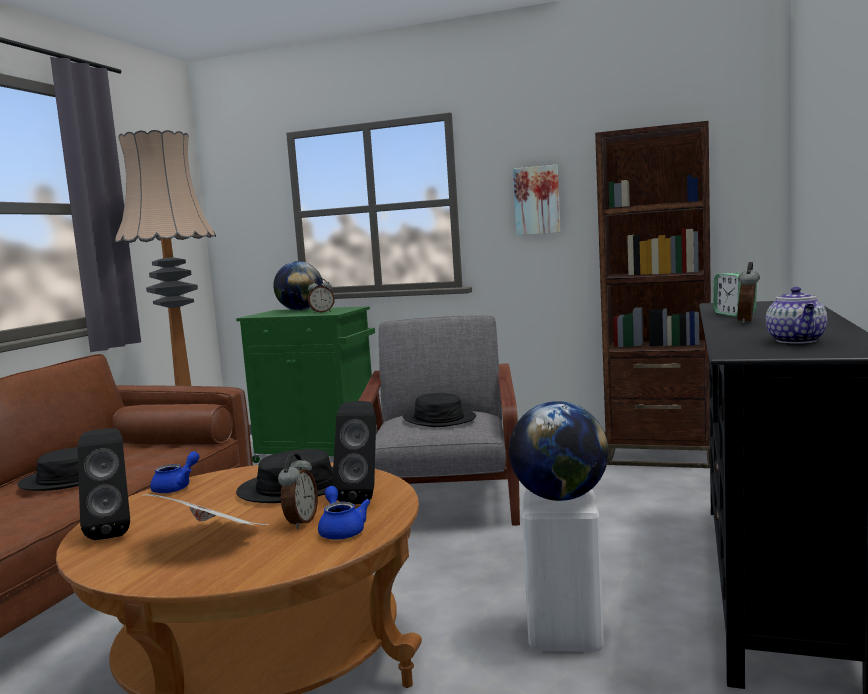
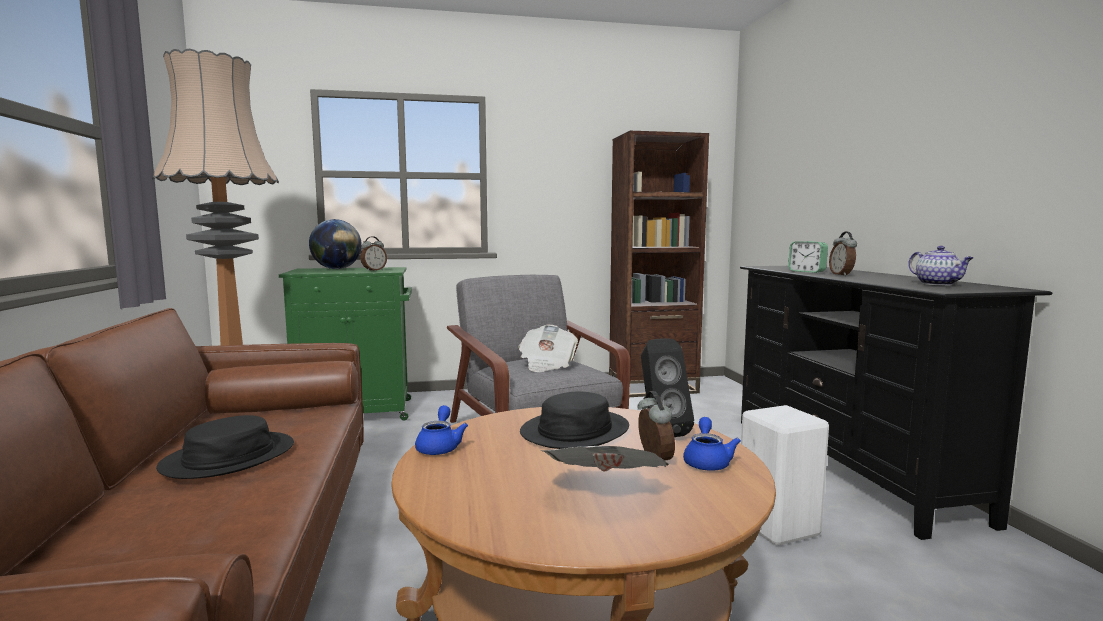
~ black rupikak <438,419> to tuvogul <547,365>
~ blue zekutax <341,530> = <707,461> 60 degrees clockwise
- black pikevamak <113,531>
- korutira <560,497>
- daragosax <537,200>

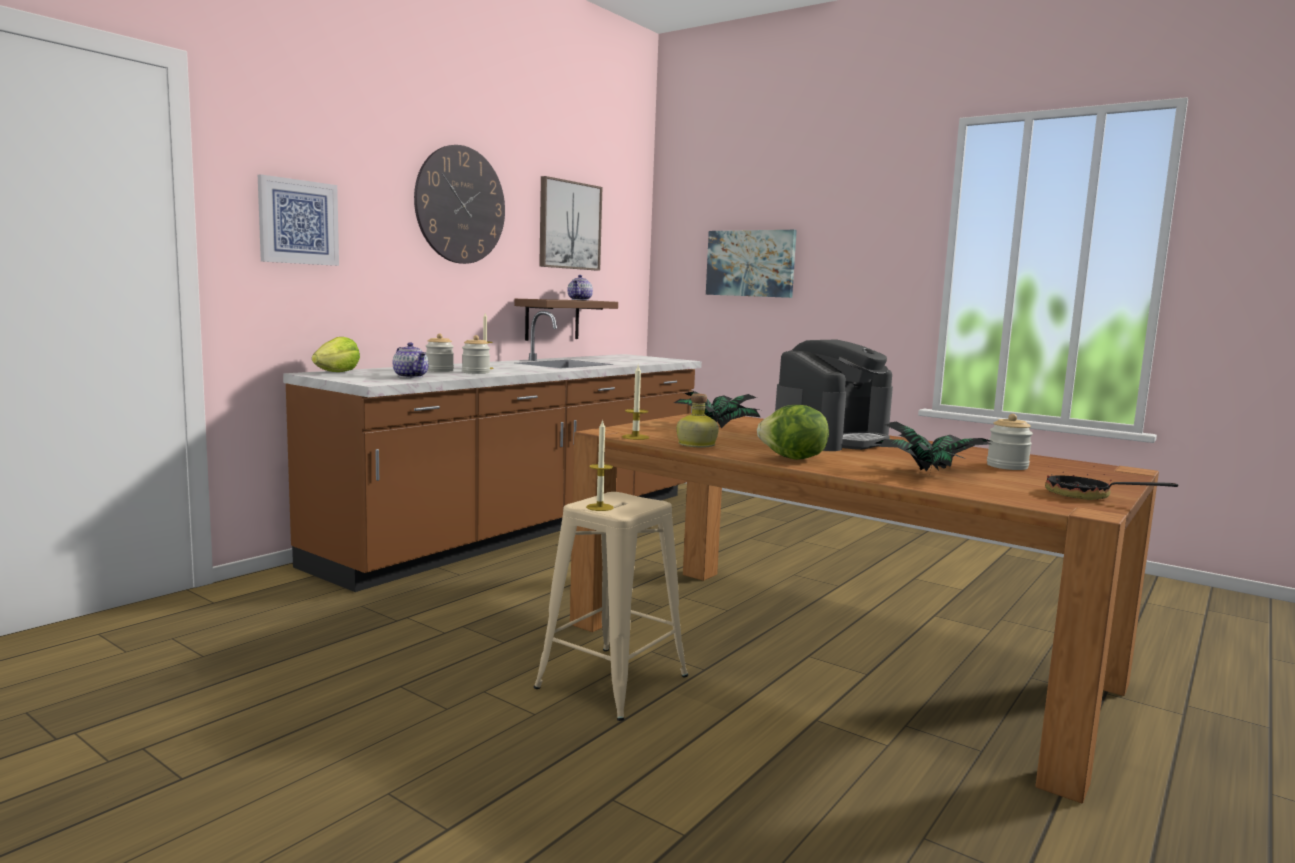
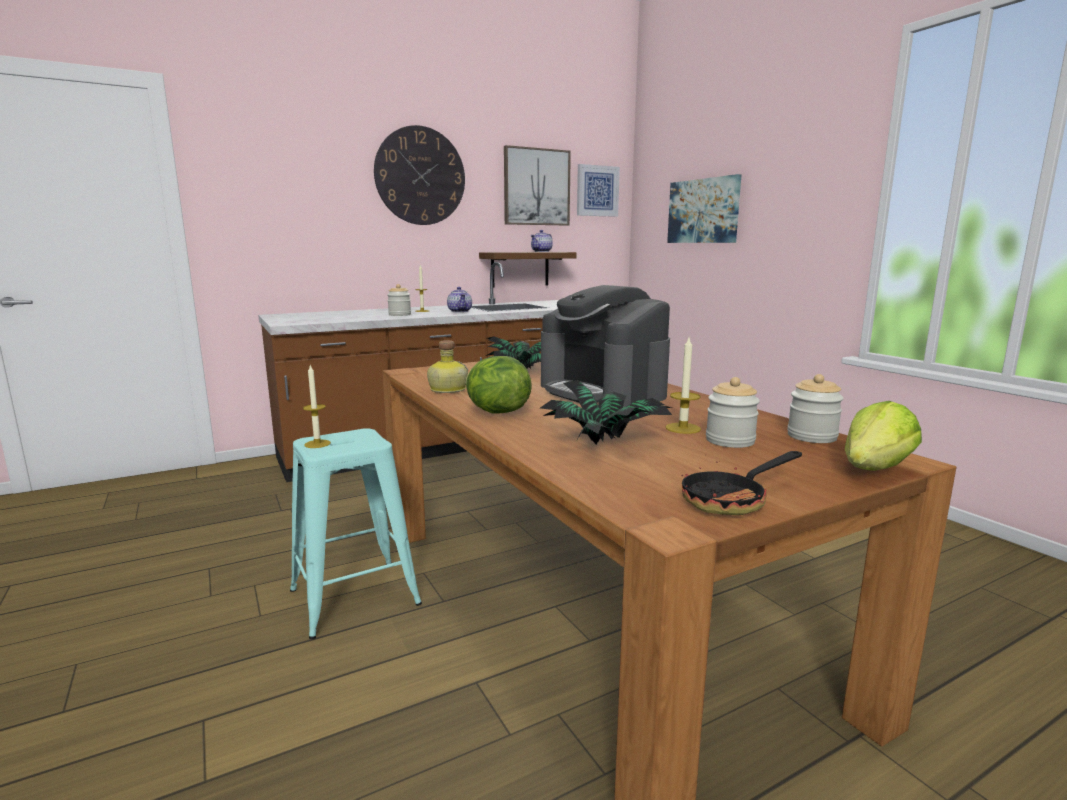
~ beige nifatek <612,682> to turquoise nifatek <354,597>
~ zekutax <411,376> to <460,311>
~ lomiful <831,440> = <603,391> 75 degrees clockwise
~ daragosax <298,222> to <597,191>
~ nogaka <635,437> to <683,428>
~ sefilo <1088,496> = <732,500> 90 degrees counterclockwise
~ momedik <439,370> to <812,436>
~ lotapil <337,372> to <874,469>

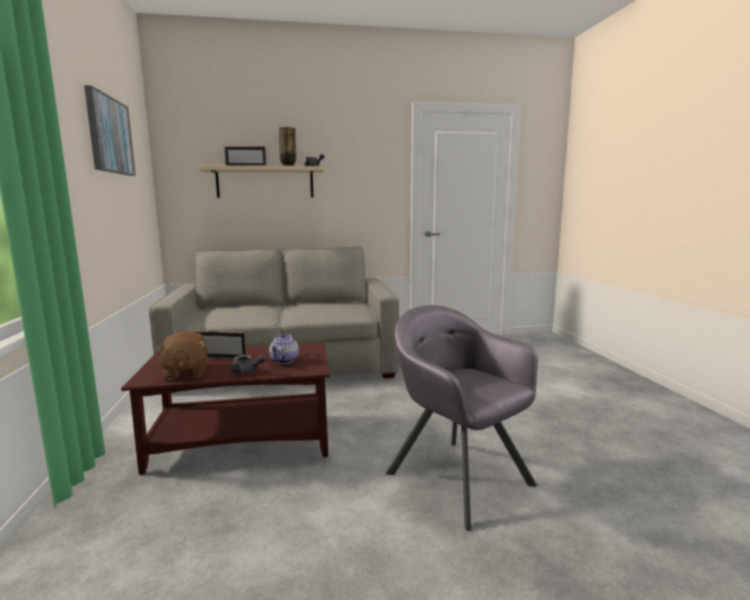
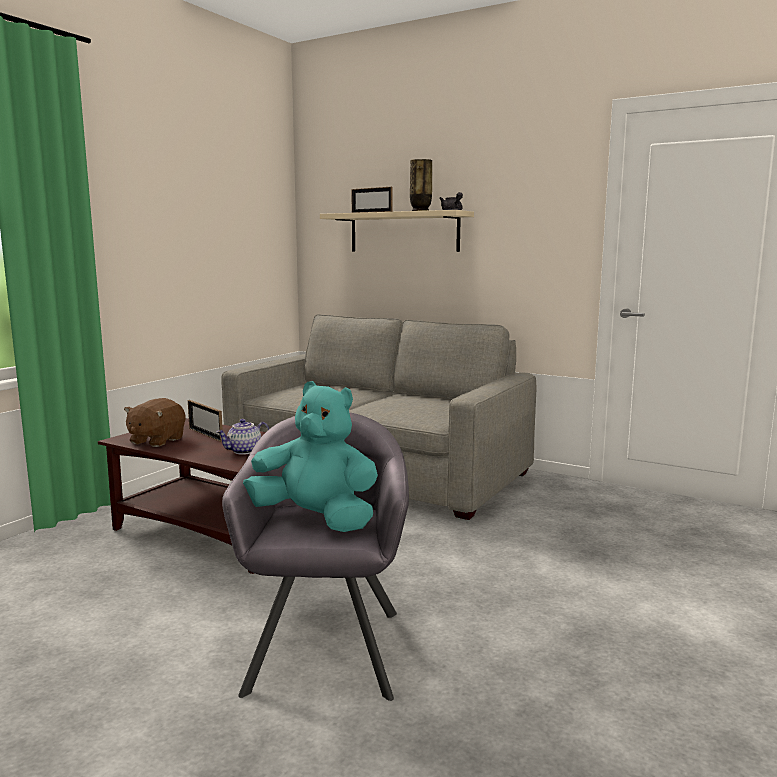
+ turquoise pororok <315,519>
- daragosax <109,135>
- grey zekutax <247,372>

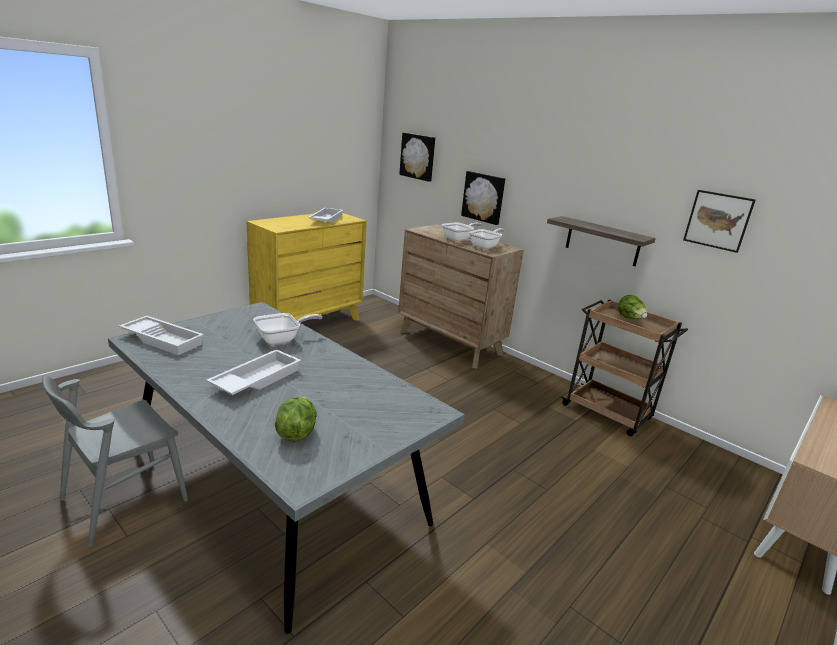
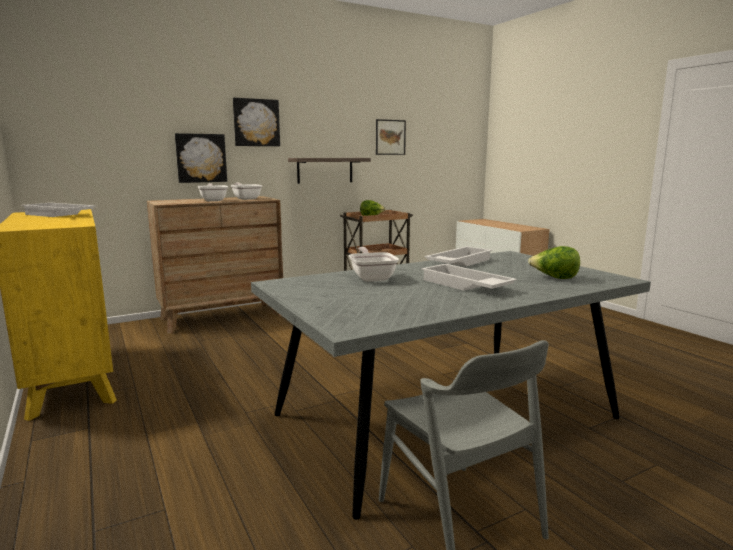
~ daragosax <418,156> to <256,122>
~ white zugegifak <164,339> to <458,262>

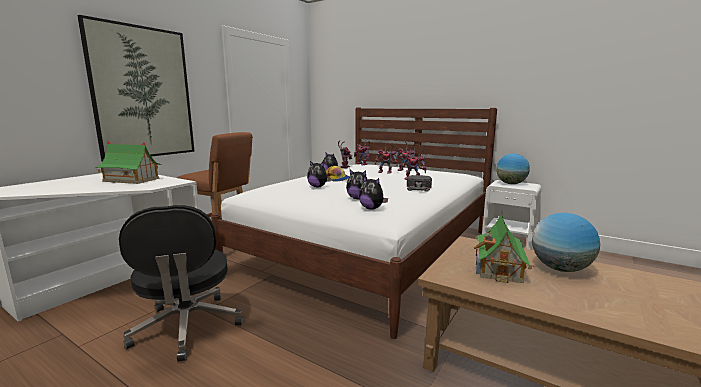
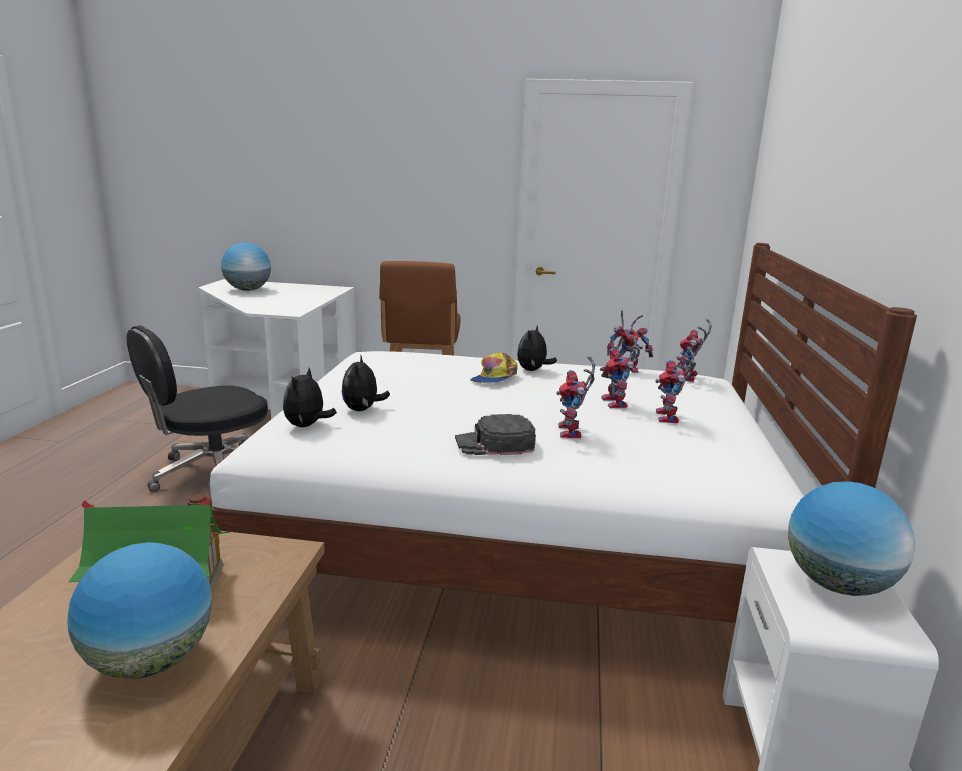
+ korutira <248,290>
- daragosax <143,93>
- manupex <131,180>
- pororok <318,187>

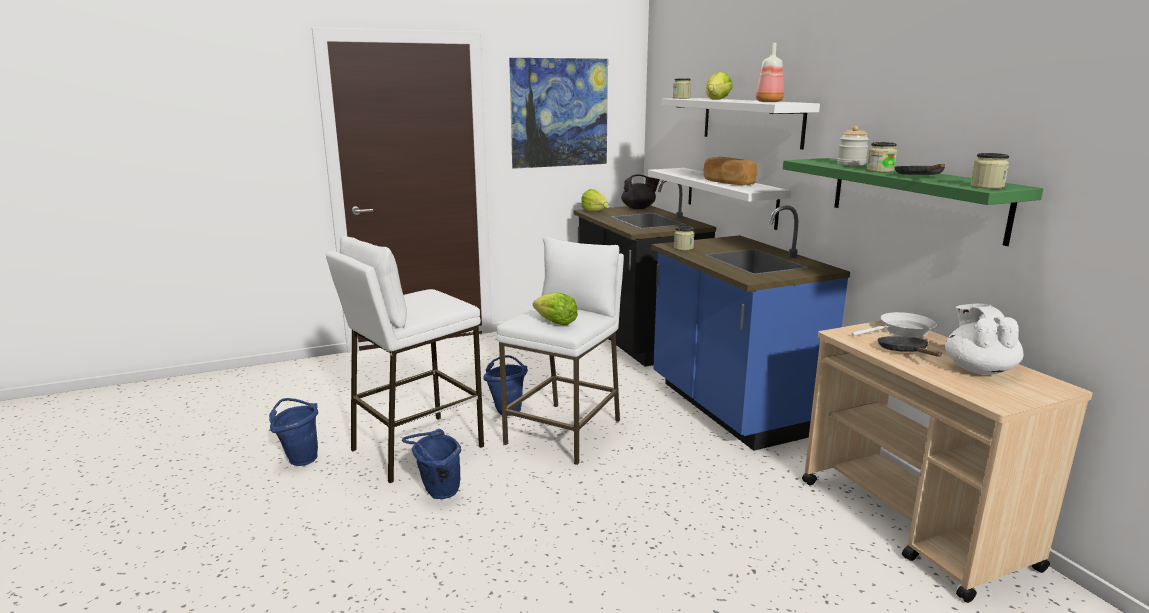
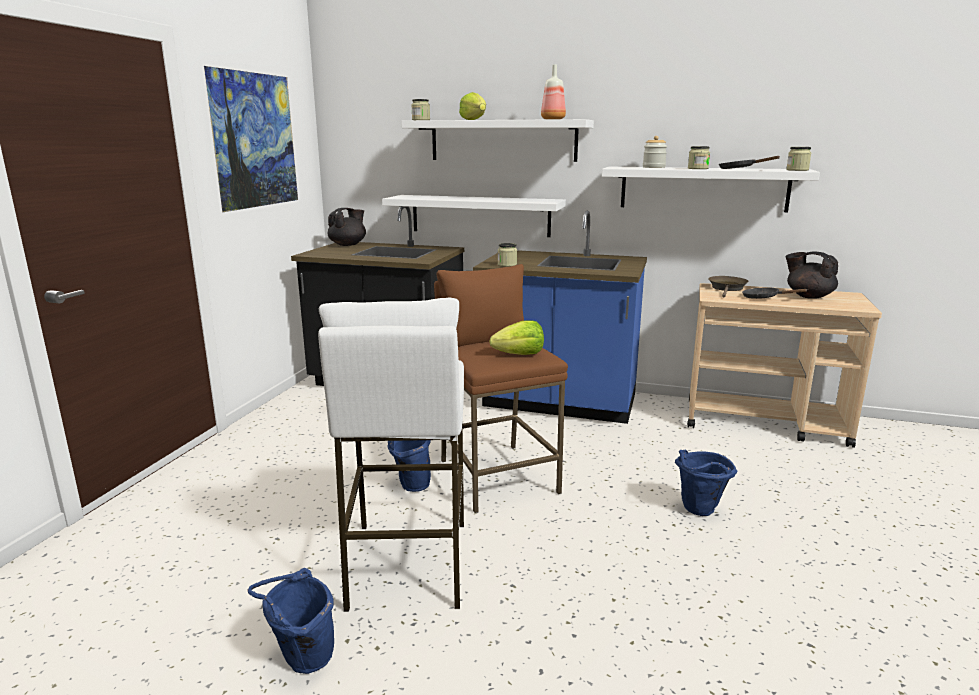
~ white nifatek <564,432> to brown nifatek <496,476>
~ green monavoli <914,197> to white monavoli <703,188>
~ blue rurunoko <437,493> to <698,512>
~ white sefilo <902,331> to brown sefilo <727,288>
~ white zekutax <978,369> to black zekutax <808,296>
- lotapil <594,211>
- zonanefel <728,183>

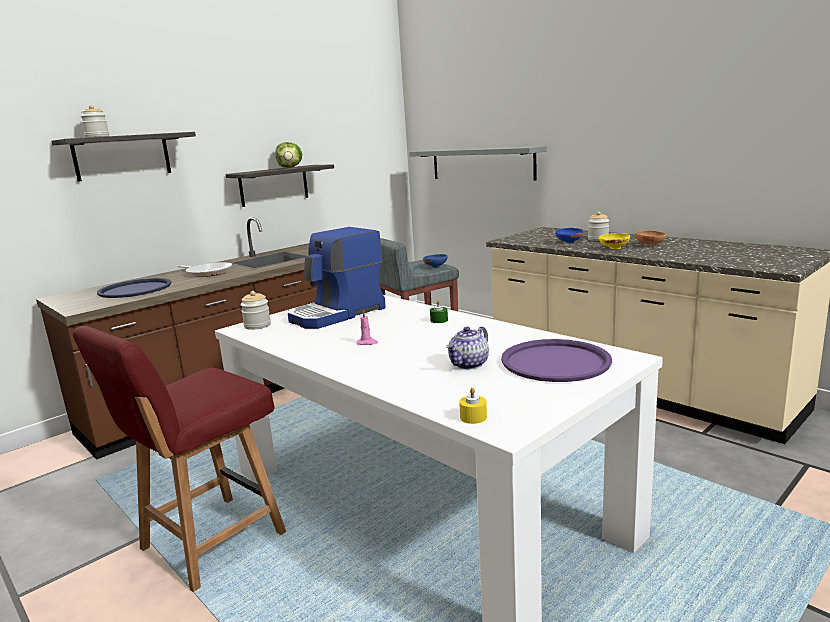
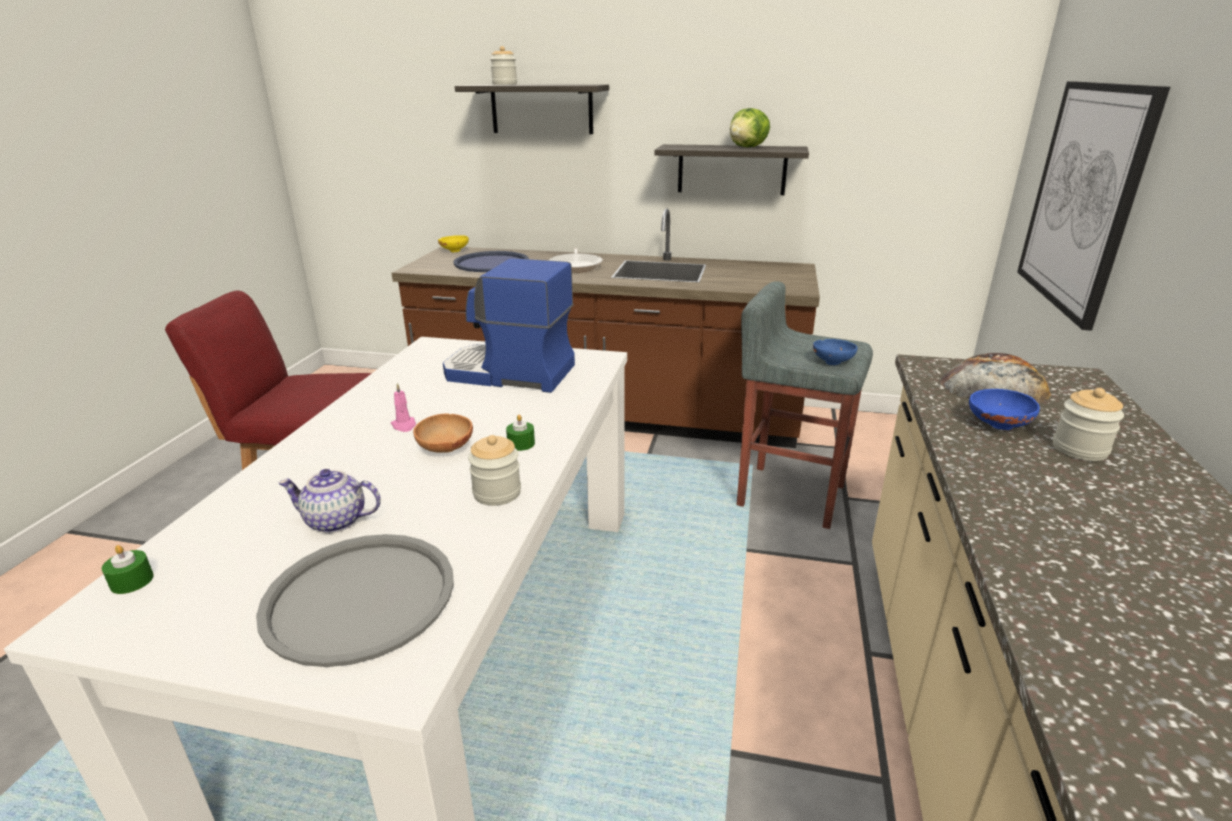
~ yellow nogaka <473,417> to green nogaka <132,581>
~ purple zugegifak <555,362> to grey zugegifak <360,598>
~ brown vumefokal <650,245> to <445,450>
~ yellow vumefokal <613,248> to <454,250>
~ momedik <257,325> to <497,493>
+ zonanefel <993,386>
~ grey monavoli <481,163> to daragosax <1083,198>

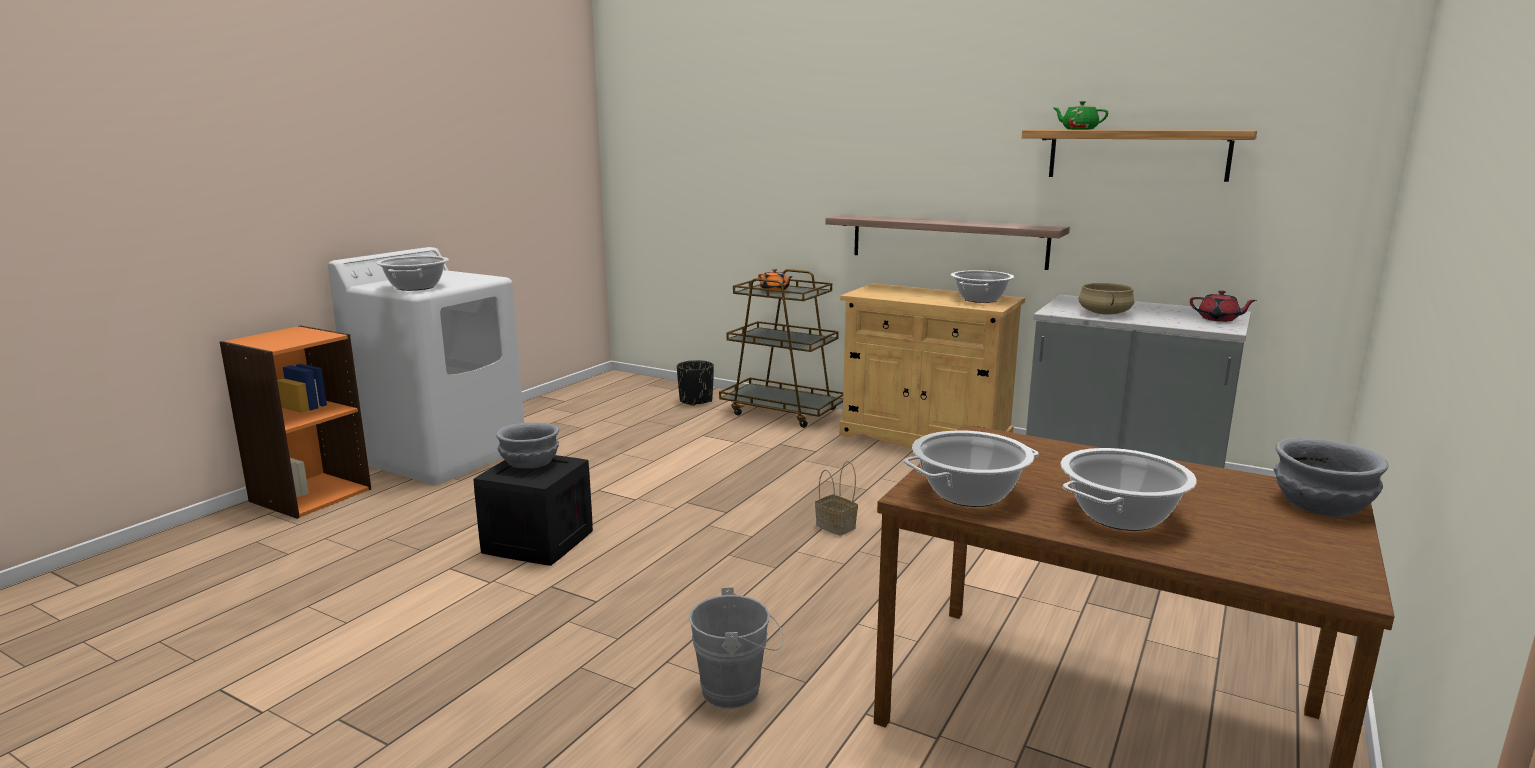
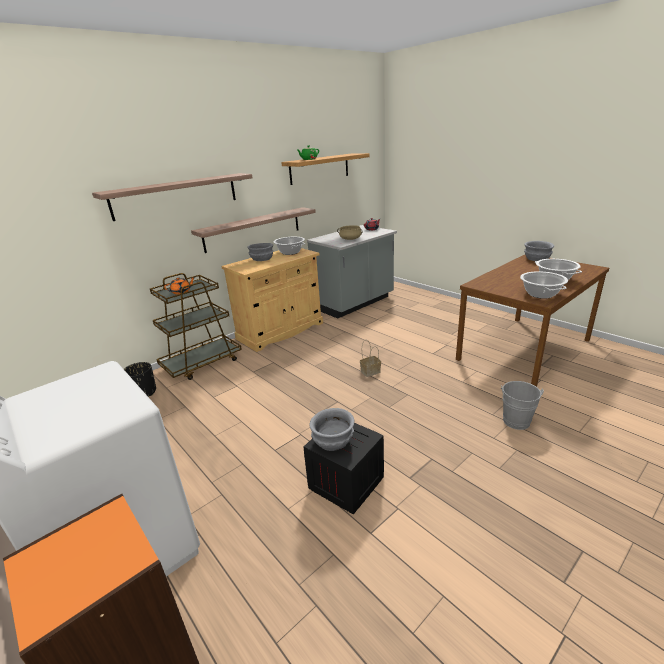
+ monavoli <176,195>
+ grey vumefokal <261,259>
- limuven <416,287>

